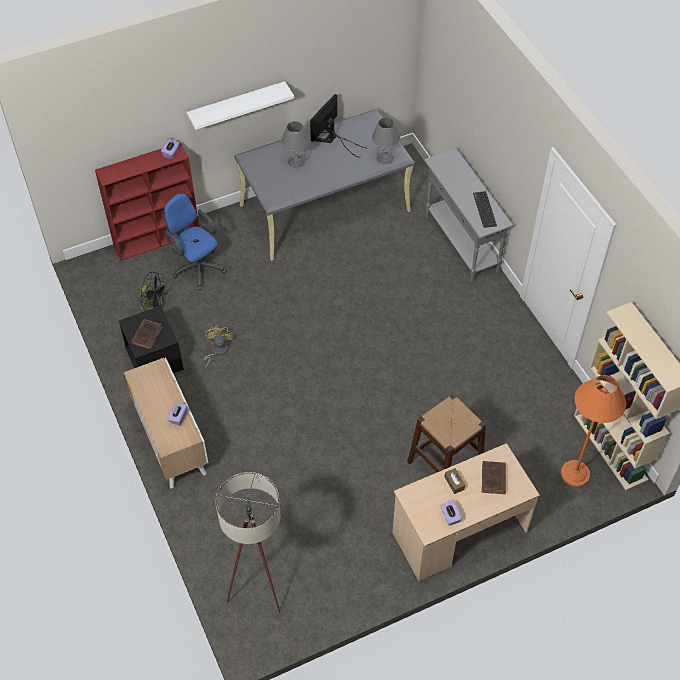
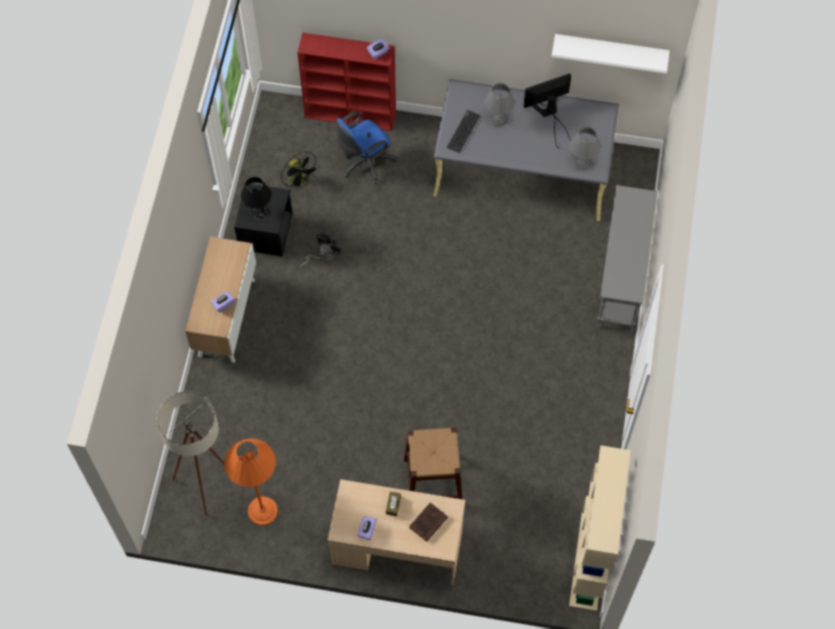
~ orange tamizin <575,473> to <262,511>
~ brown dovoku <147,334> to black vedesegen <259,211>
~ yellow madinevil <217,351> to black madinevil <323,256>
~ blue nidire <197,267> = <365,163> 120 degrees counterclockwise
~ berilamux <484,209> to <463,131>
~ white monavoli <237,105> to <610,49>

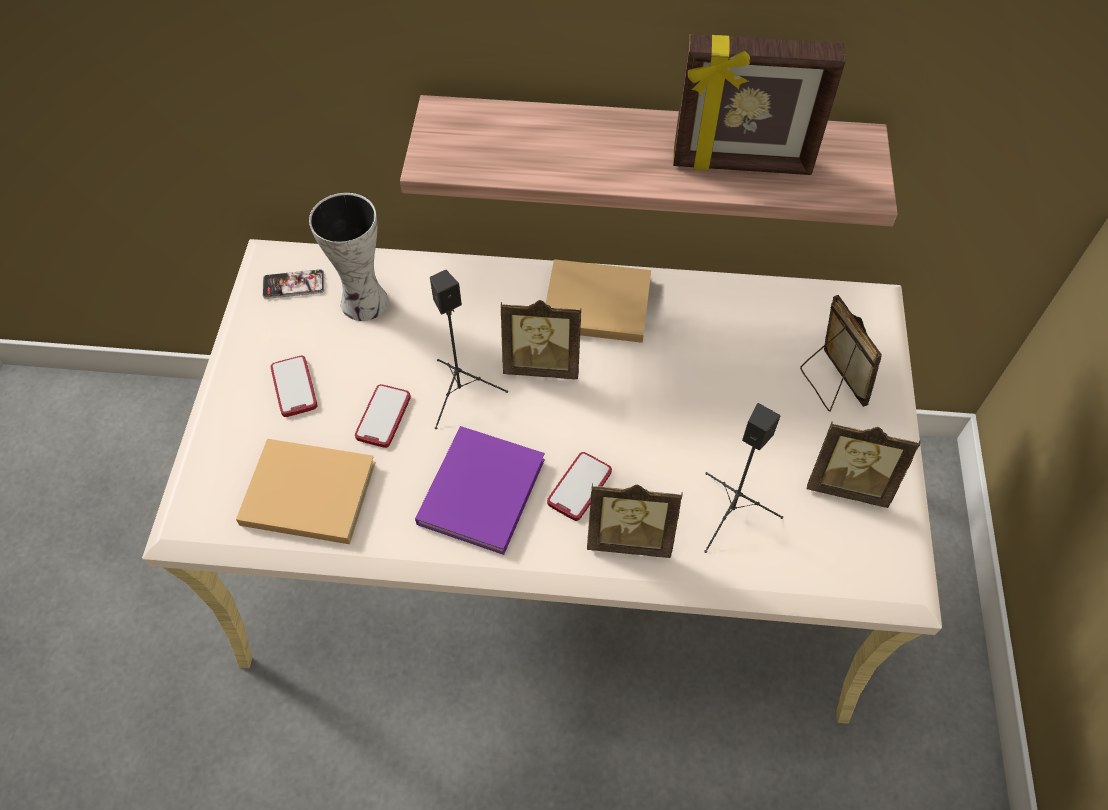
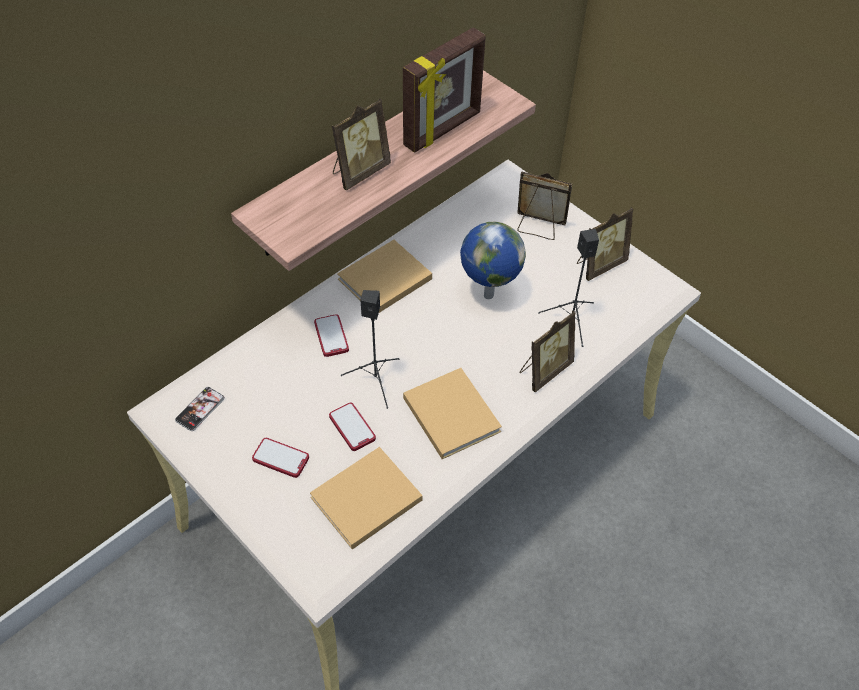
~ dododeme <579,487> to <331,336>
~ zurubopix <542,364> to <359,172>
~ purple dovoku <483,488> to beige dovoku <450,412>
+ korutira <487,295>
- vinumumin <362,303>

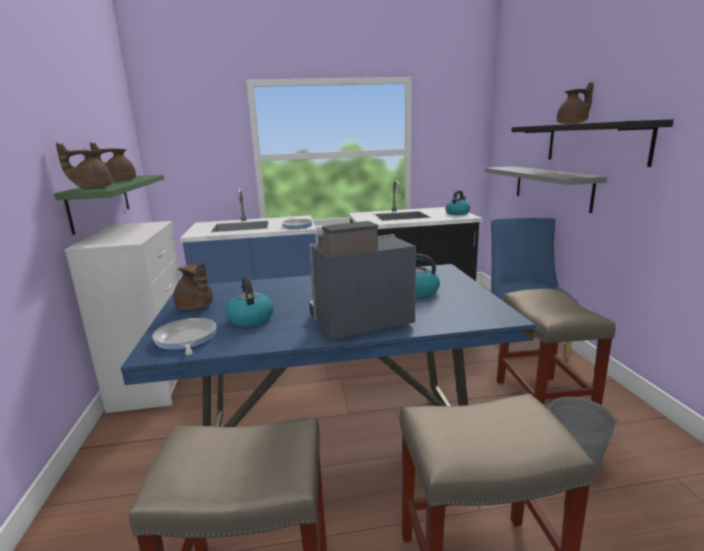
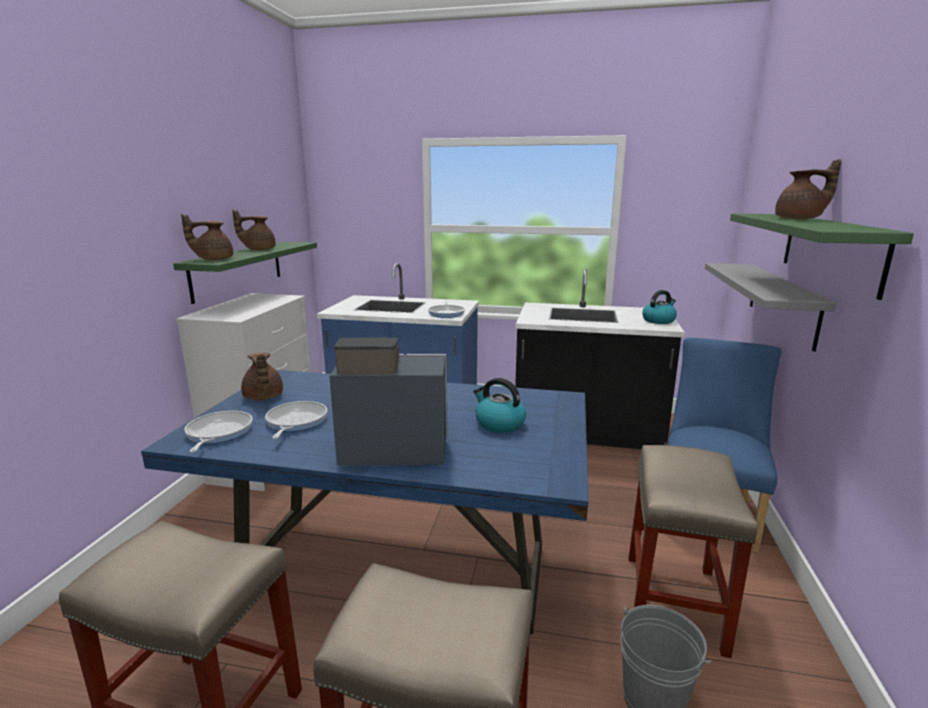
~ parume <250,318> to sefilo <295,422>
~ black monavoli <594,143> to green monavoli <830,250>

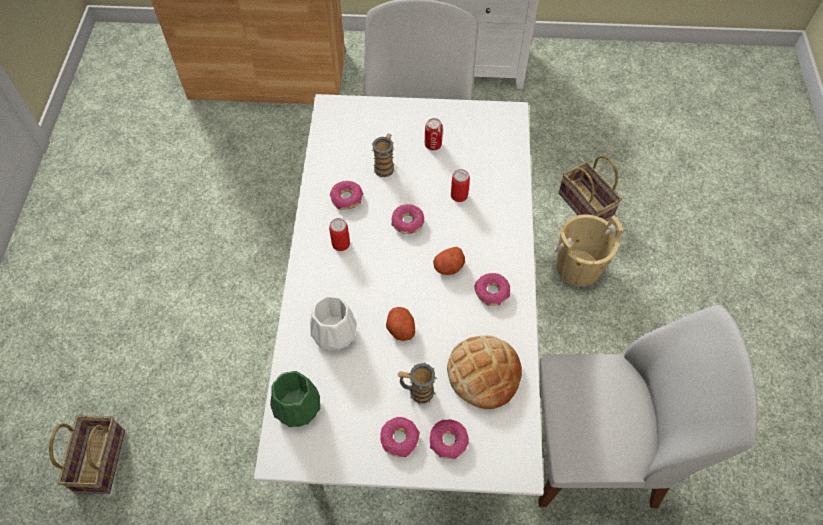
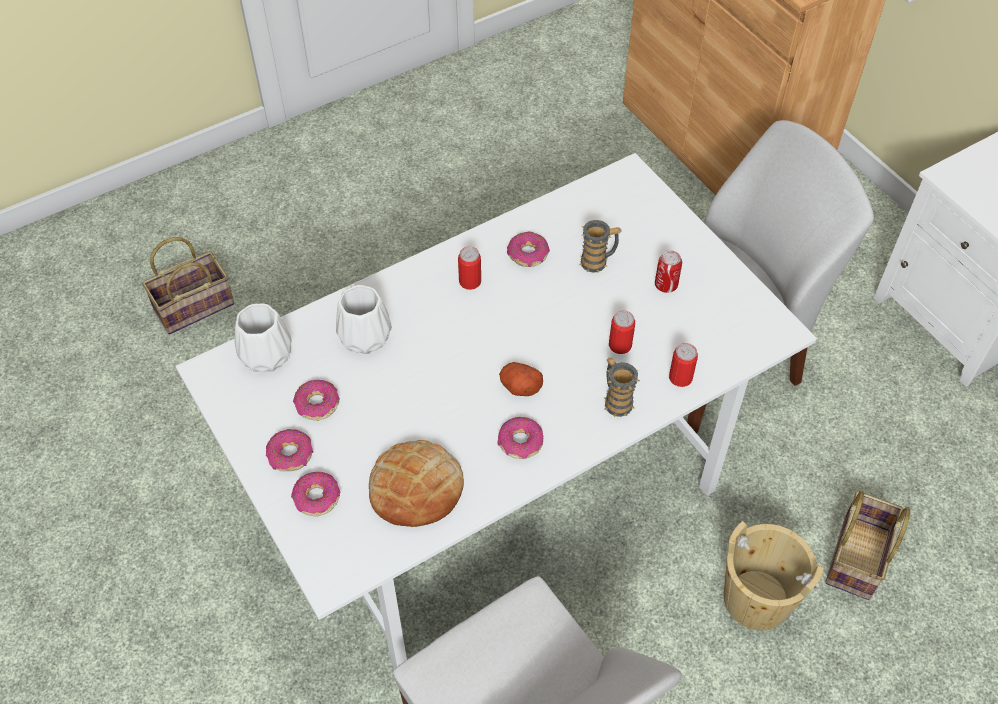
~ green vinumumin <296,408> to white vinumumin <264,355>
~ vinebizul <407,222> to <317,404>
~ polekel <417,391> to <616,400>
+ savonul <680,378>
- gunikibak <400,328>

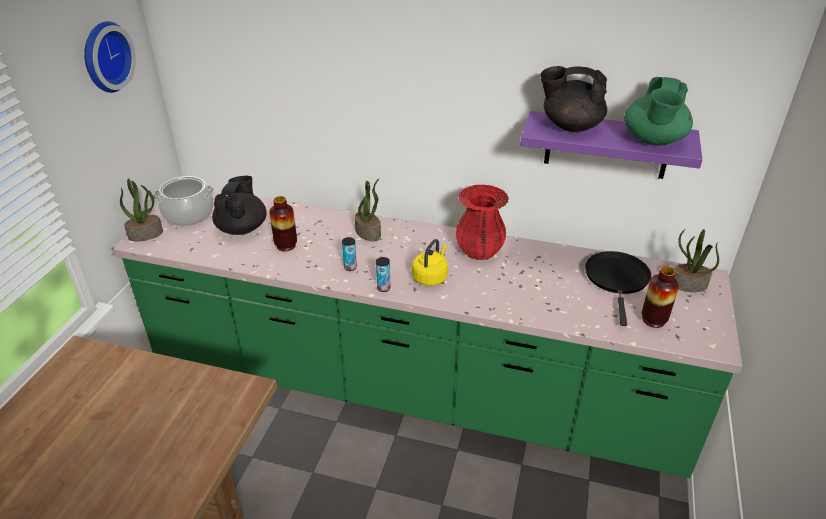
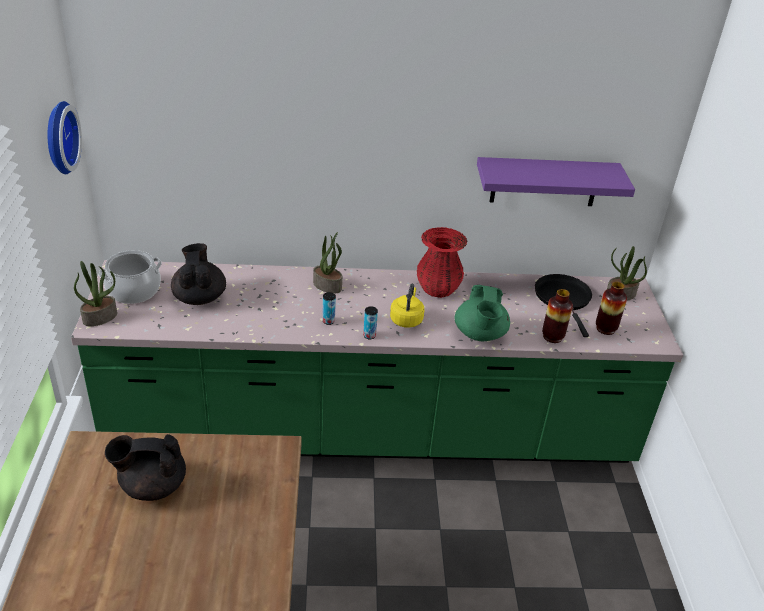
~ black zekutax <570,126> to <152,485>
~ green zekutax <653,140> to <480,335>
~ vinumumin <286,245> to <552,337>

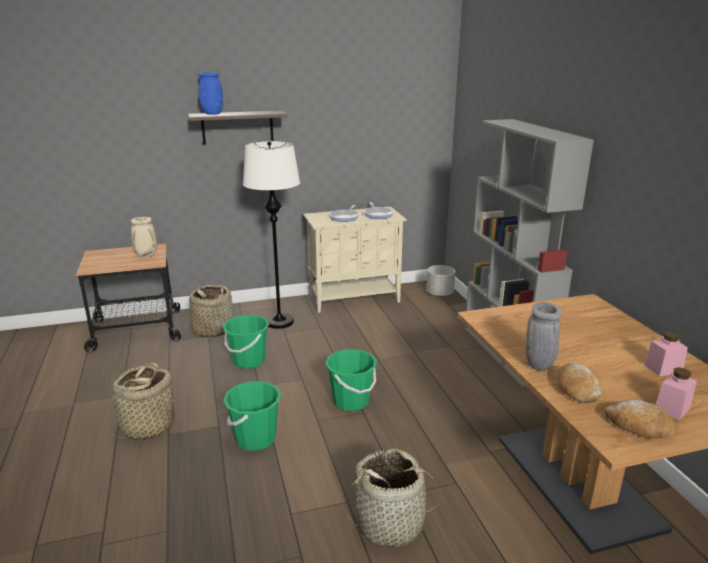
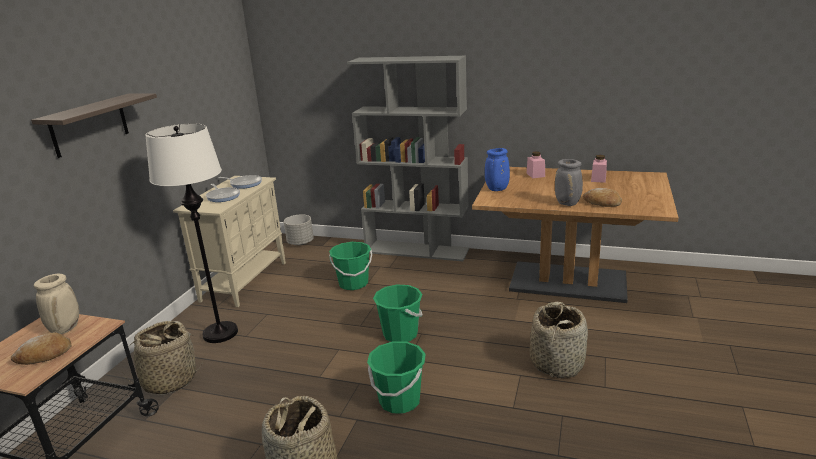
~ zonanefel <639,426> to <44,355>
~ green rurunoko <248,361> to <353,283>
~ blue vinumumin <211,114> to <497,189>
~ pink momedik <672,408> to <535,175>

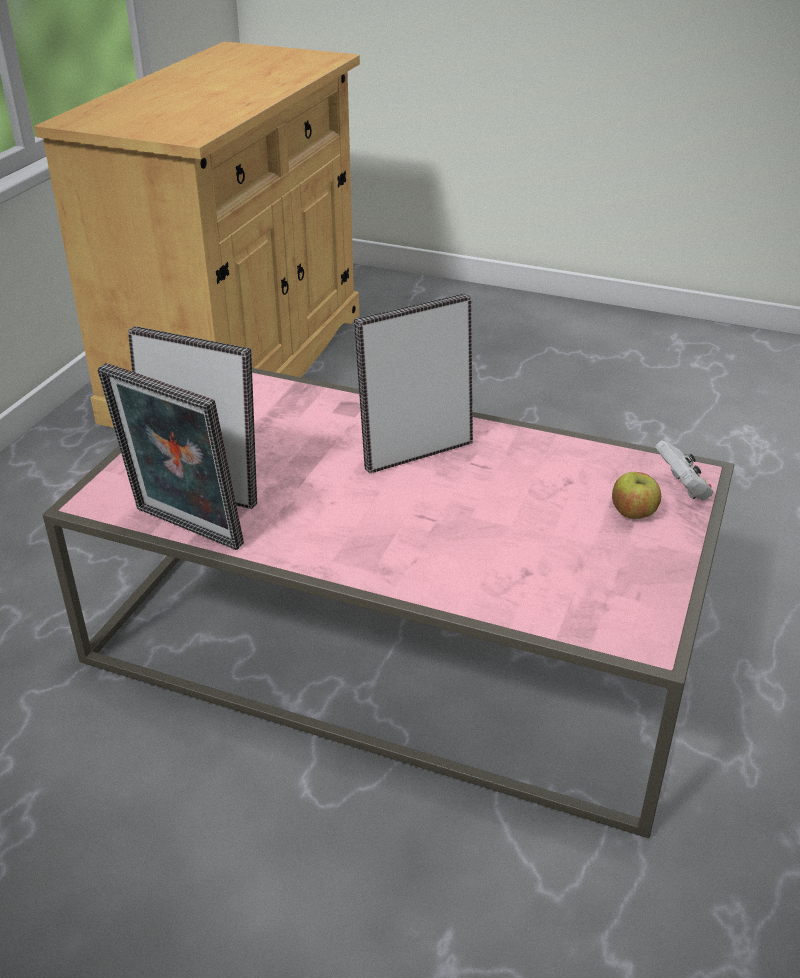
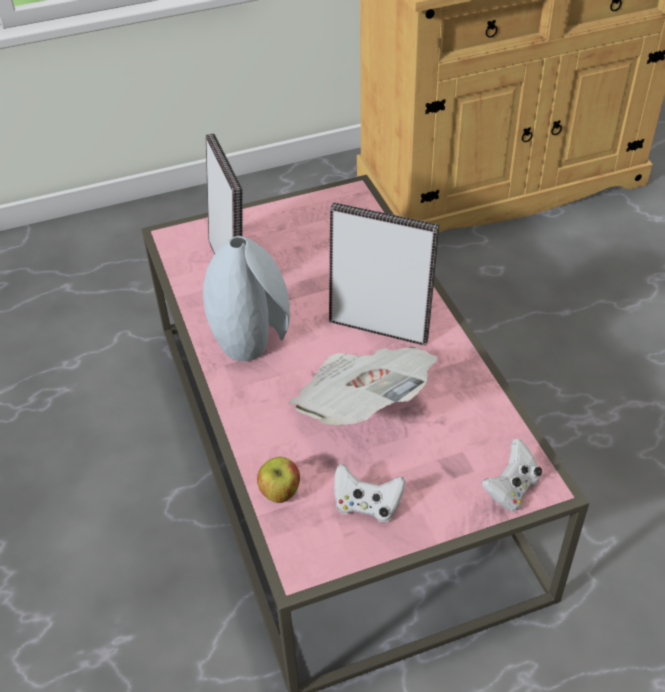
+ grey vinumumin <252,340>
~ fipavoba <633,513> to <280,492>
+ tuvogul <360,406>
+ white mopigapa <367,505>
- zurubopix <183,531>

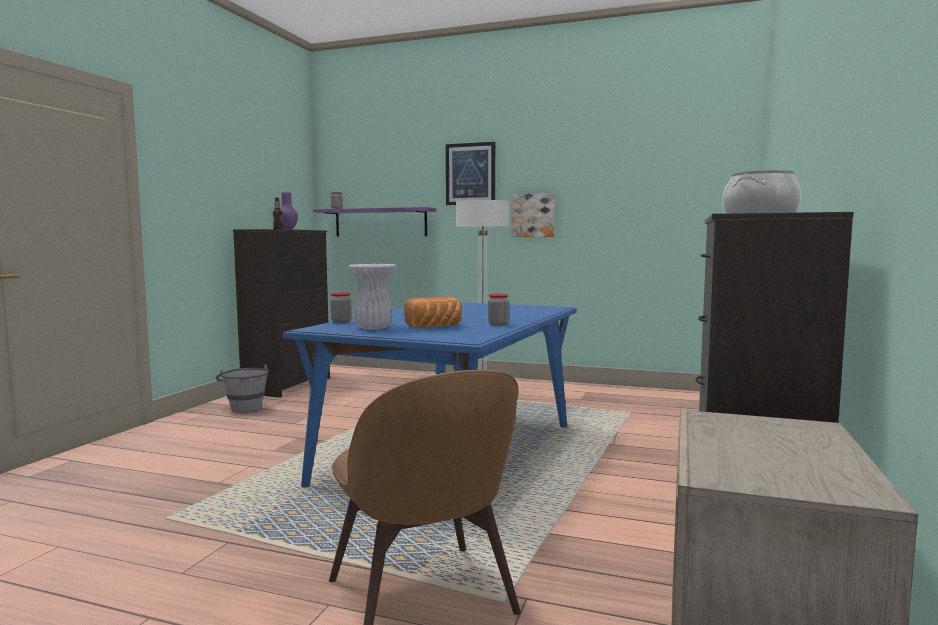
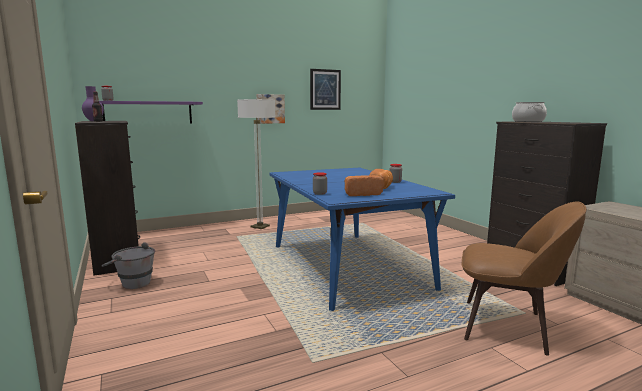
~ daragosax <470,174> to <325,89>
~ white vinumumin <373,328> to zonanefel <362,194>

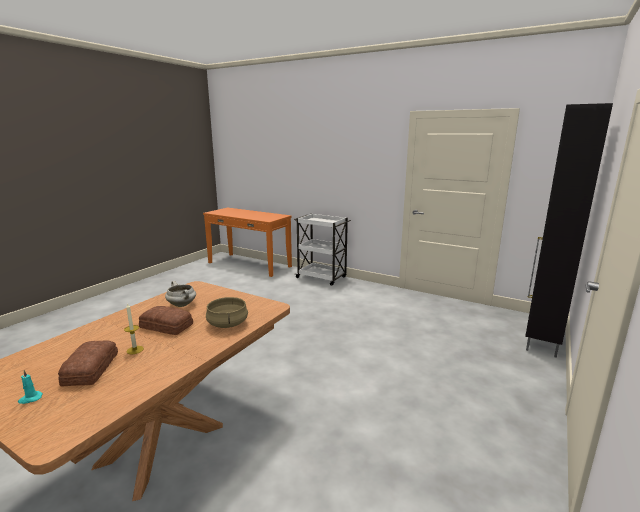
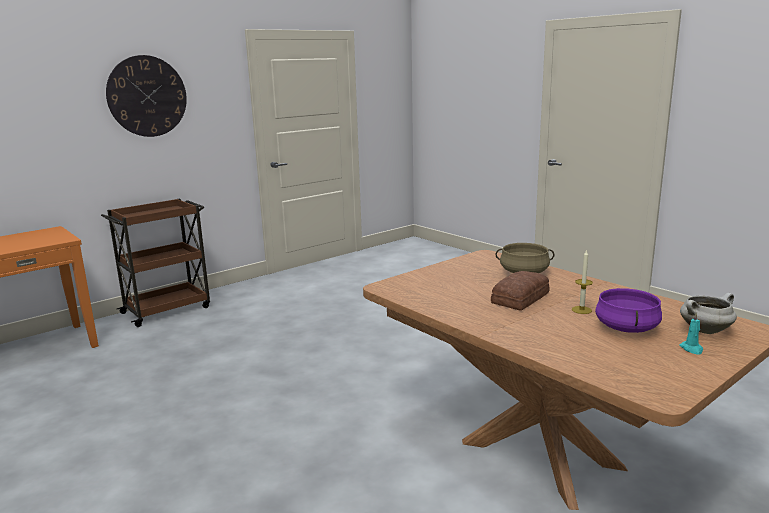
~ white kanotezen <322,277> to brown kanotezen <167,309>
+ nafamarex <147,96>
~ zonanefel <89,369> to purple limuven <627,328>
~ white limuven <182,305> to <705,330>
- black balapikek <541,340>

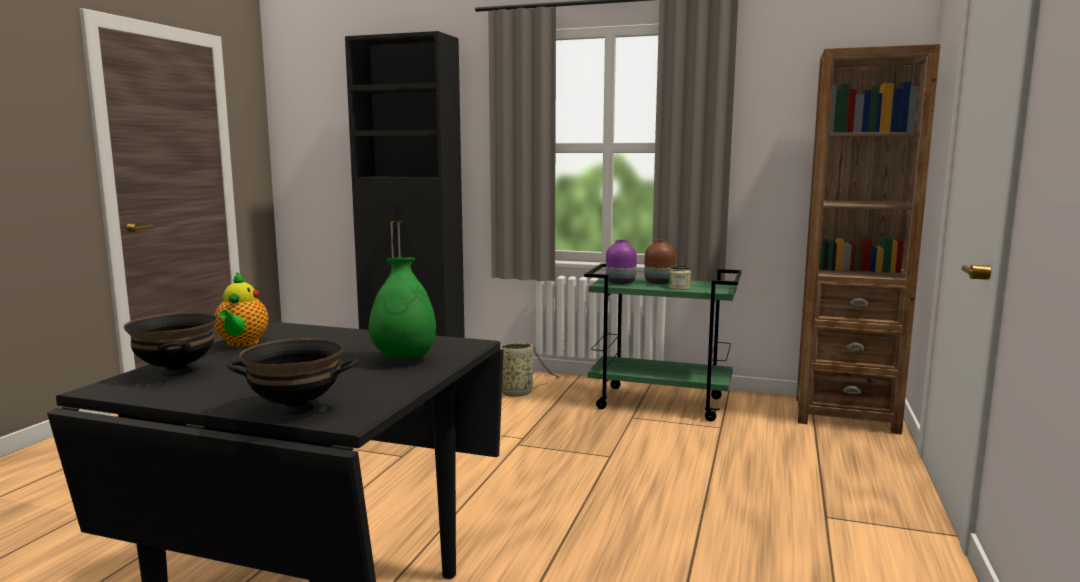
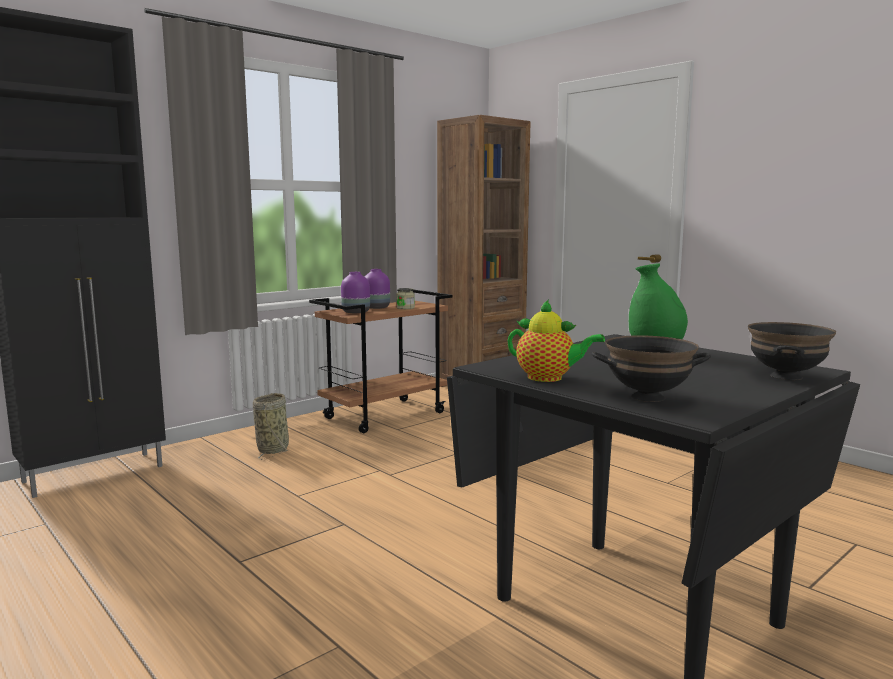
~ green kanotezen <661,403> to brown kanotezen <385,415>
~ brown vinumumin <658,282> to purple vinumumin <375,308>

